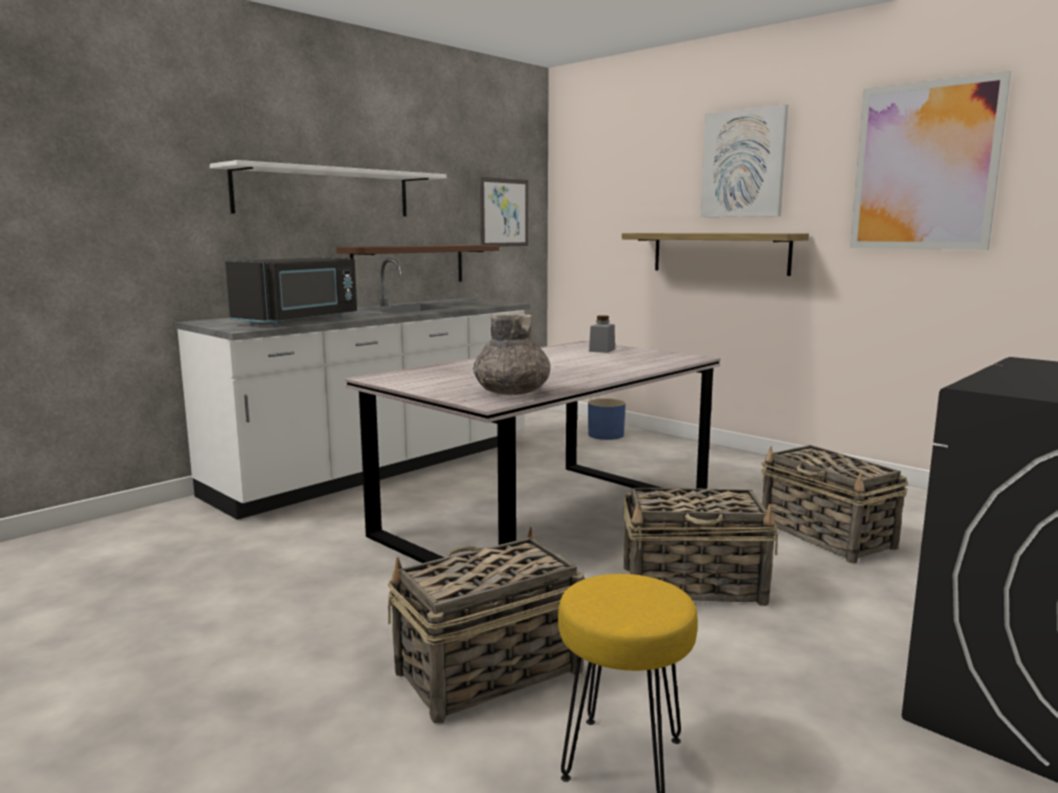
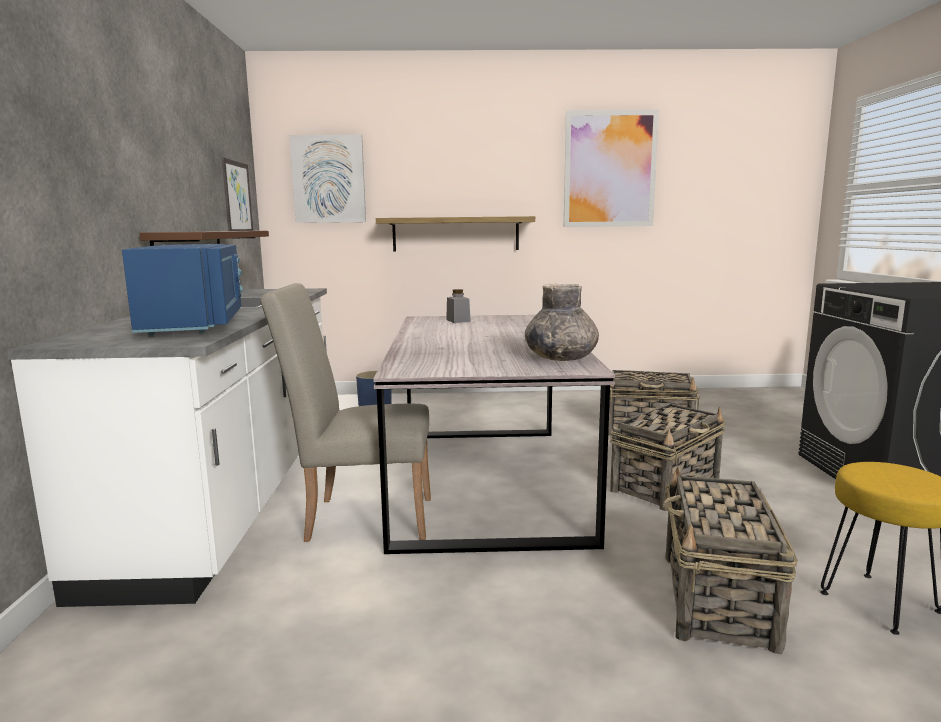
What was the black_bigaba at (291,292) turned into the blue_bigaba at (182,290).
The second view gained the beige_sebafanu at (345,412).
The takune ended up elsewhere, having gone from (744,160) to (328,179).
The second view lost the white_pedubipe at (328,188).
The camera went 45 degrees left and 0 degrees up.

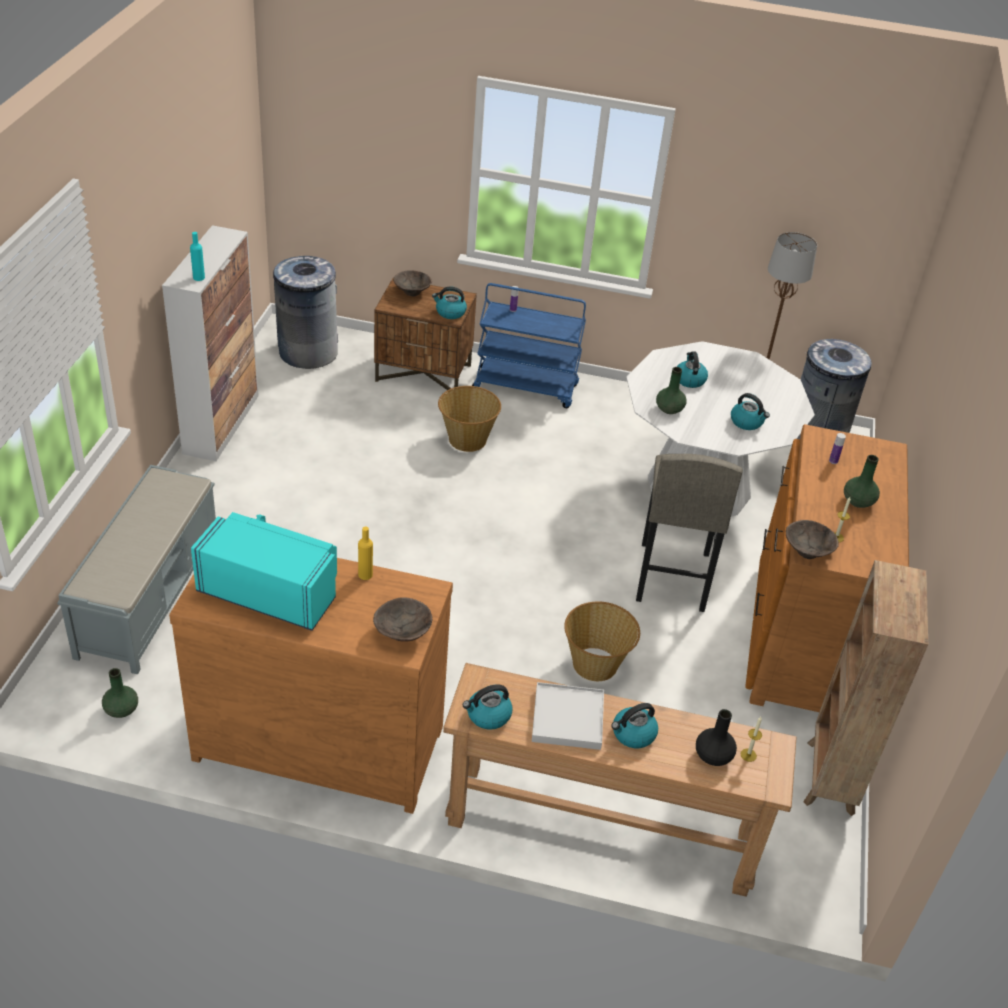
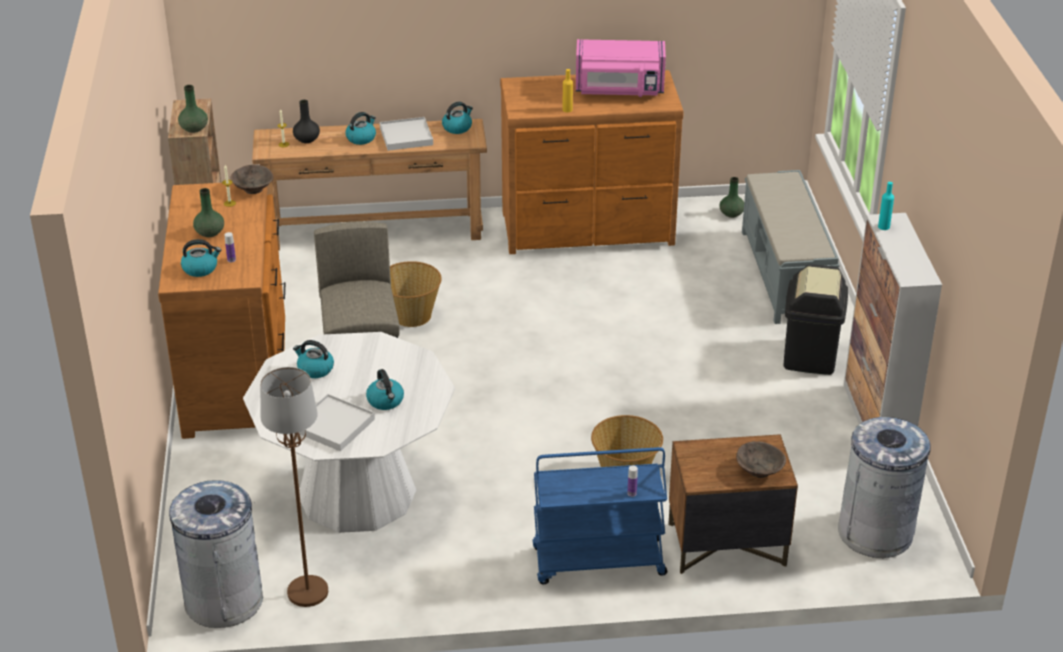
The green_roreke ended up elsewhere, having gone from (671,390) to (193,109).
The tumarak ended up elsewhere, having gone from (449,303) to (201,258).
The second view gained the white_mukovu at (337,422).
What was the turquoise_bigaba at (264,571) turned into the pink_bigaba at (621,68).
The second view gained the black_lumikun at (816,319).
The second view lost the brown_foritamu at (402,619).
The camera went 165 degrees right and 5 degrees down.

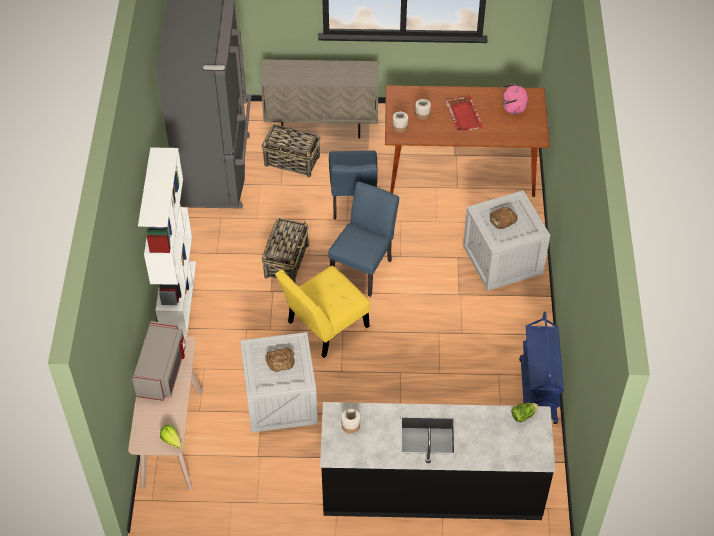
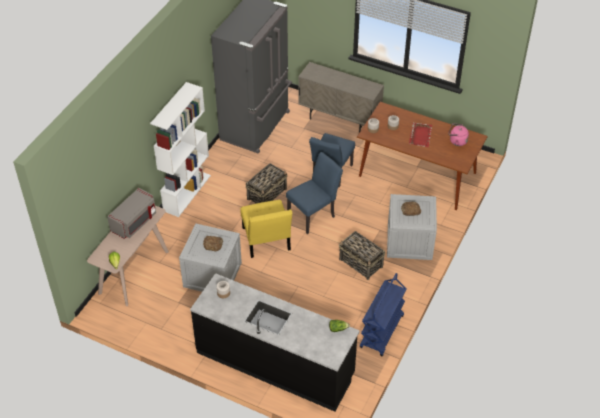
The yellow_sebafanu at (322,312) ended up facing another way, 90 degrees counterclockwise from before.
The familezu ended up elsewhere, having gone from (291,150) to (362,255).
The camera went 25 degrees right and 5 degrees down.

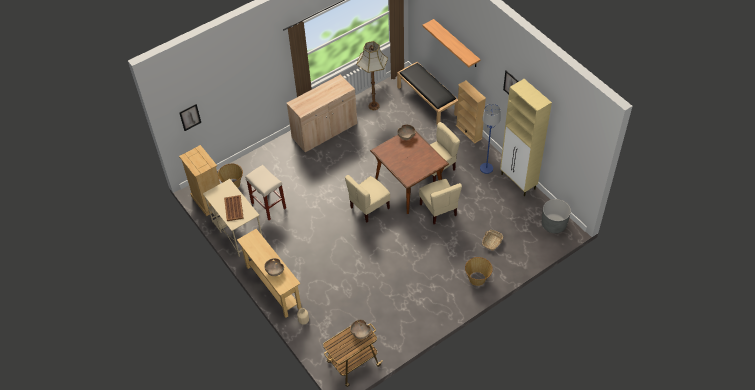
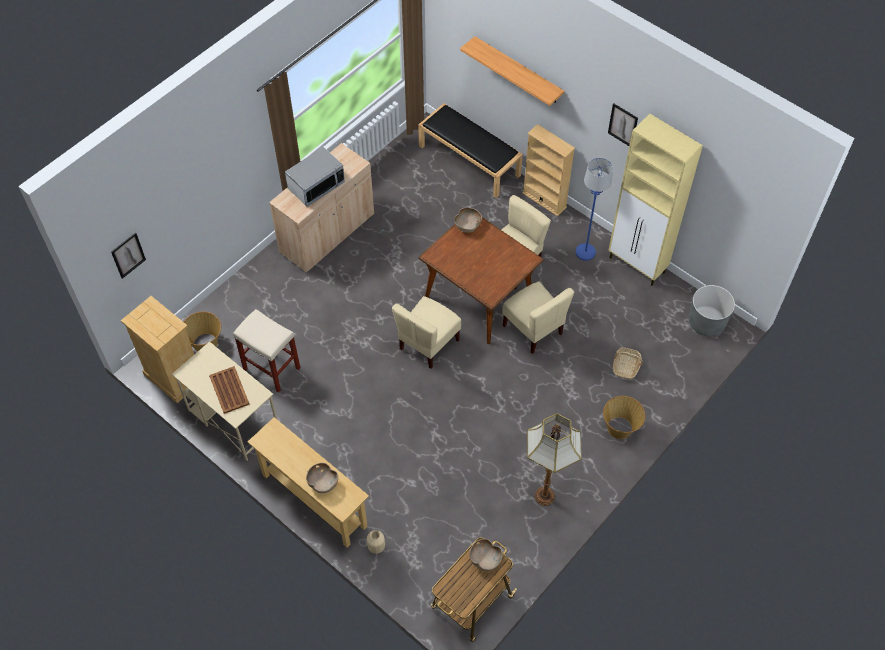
The second view gained the bigaba at (315,177).
The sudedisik ended up elsewhere, having gone from (372,75) to (554,459).
The camera went 15 degrees left and 5 degrees up.

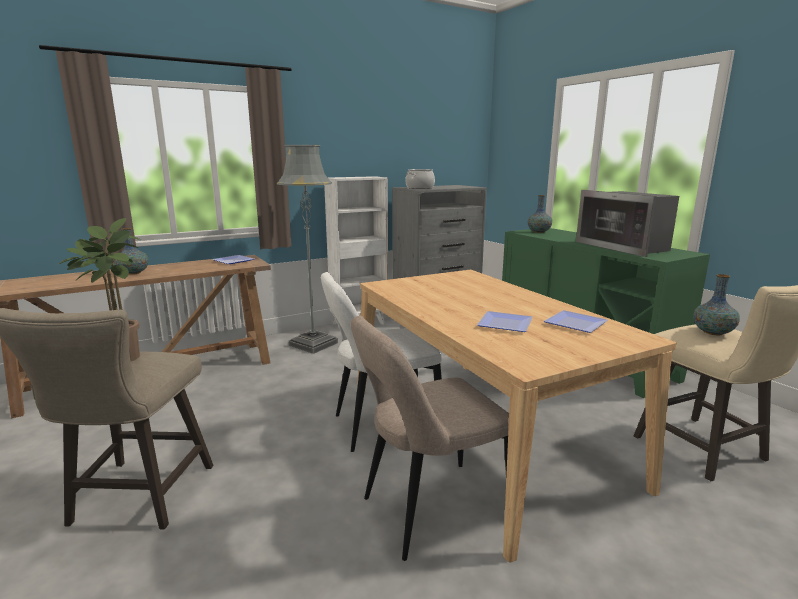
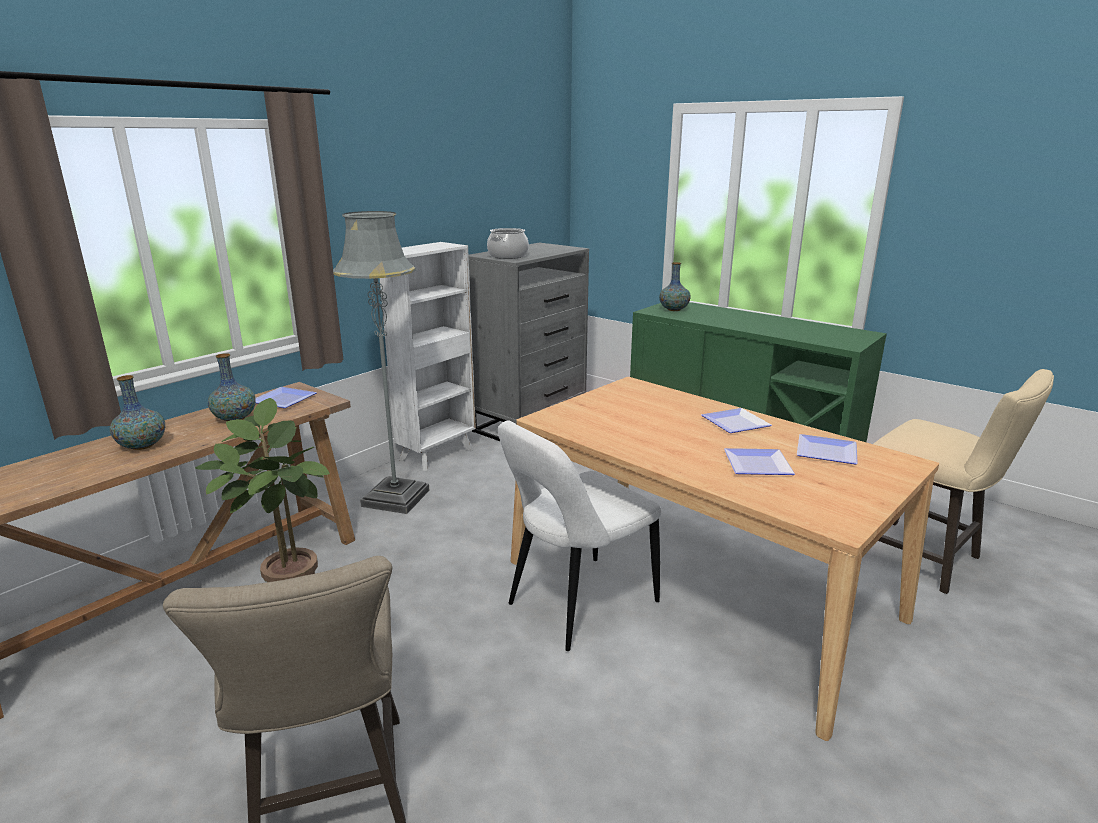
The roreke ended up elsewhere, having gone from (716,305) to (231,387).
The second view gained the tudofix at (736,420).
The second view lost the beige_sebafanu at (430,438).
The second view lost the bigaba at (627,223).
The camera went 20 degrees left and 5 degrees up.

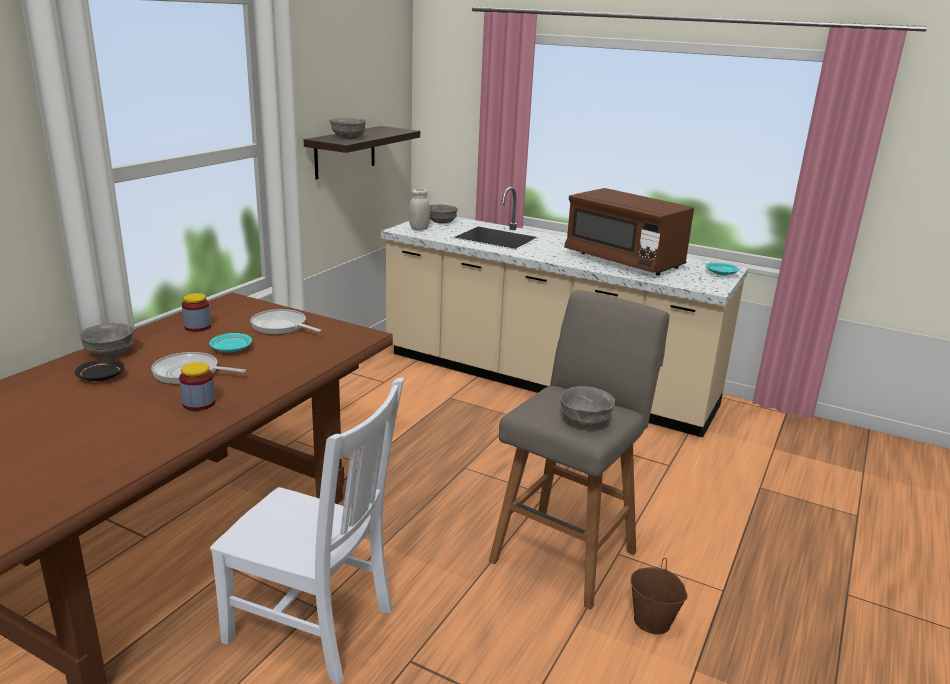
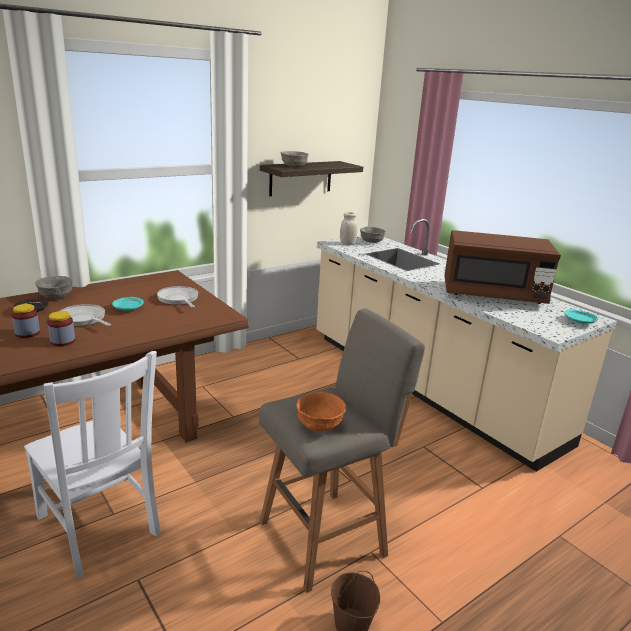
The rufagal ended up elsewhere, having gone from (196,312) to (26,321).
What was the grey_foritamu at (587,407) turned into the orange_foritamu at (321,412).
The brown_bigaba at (629,232) ended up facing another way, 60 degrees counterclockwise from before.
The camera went 25 degrees right and 0 degrees up.

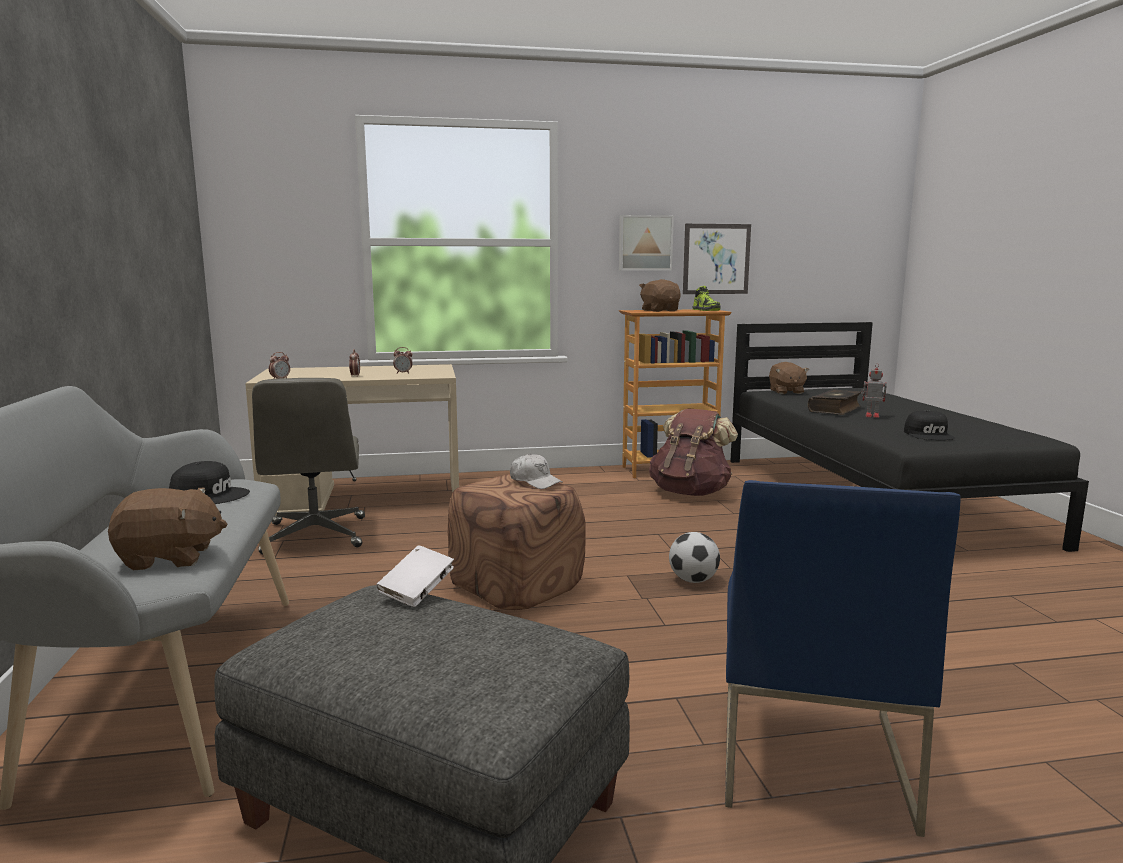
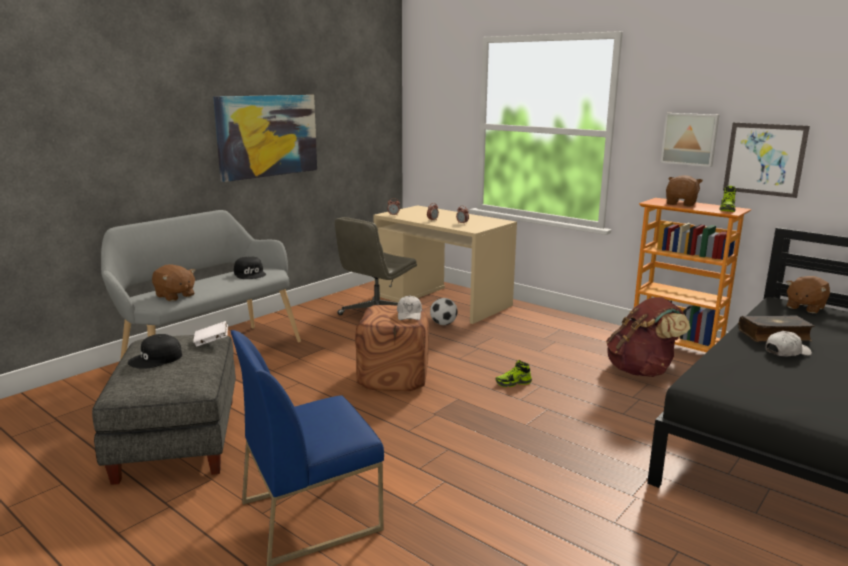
The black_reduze ended up elsewhere, having gone from (929,425) to (155,351).
The second view gained the takune at (265,138).
The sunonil ended up elsewhere, having gone from (694,557) to (444,311).
The second view gained the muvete at (514,373).
Where the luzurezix stood at (874,390), the white_reduze came to stand at (789,343).
The camera went 50 degrees right and 5 degrees up.

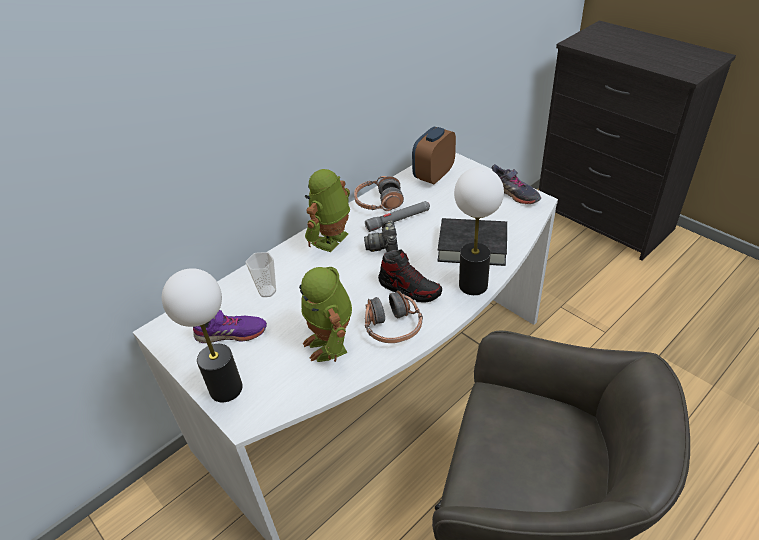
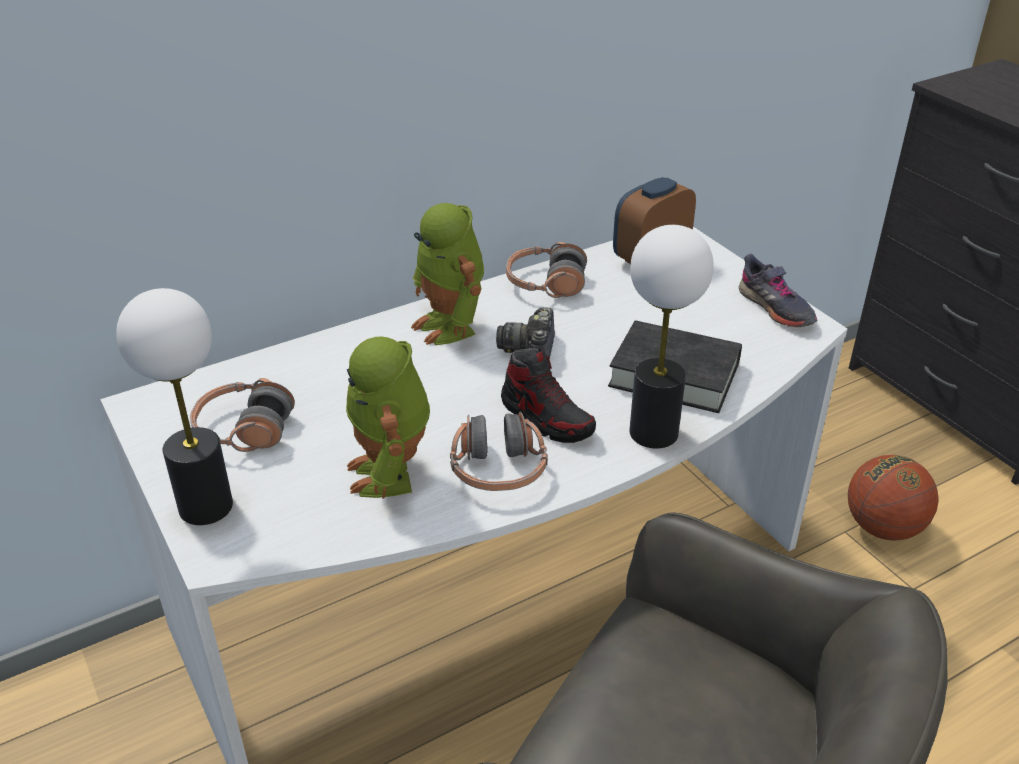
Where the purple_muvete stood at (230,326), the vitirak came to stand at (242,415).
The luzurezix at (327,210) ended up facing another way, 75 degrees counterclockwise from before.
The second view gained the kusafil at (893,498).
The second view lost the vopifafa at (260,274).
The second view lost the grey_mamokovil at (397,216).
The camera went 10 degrees right and 5 degrees down.

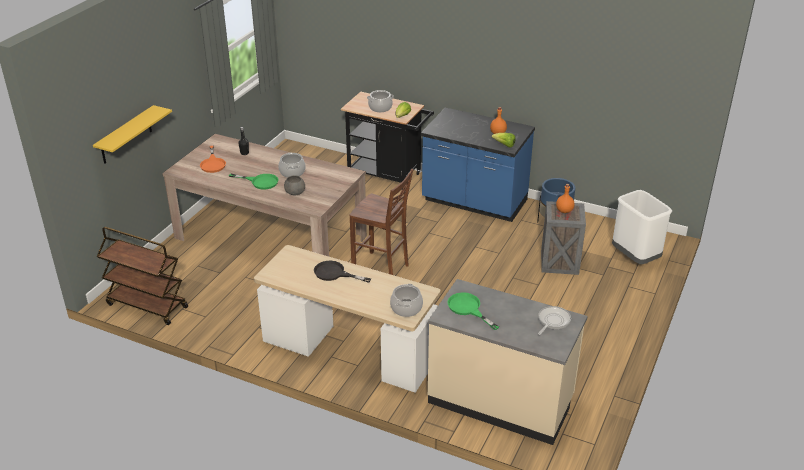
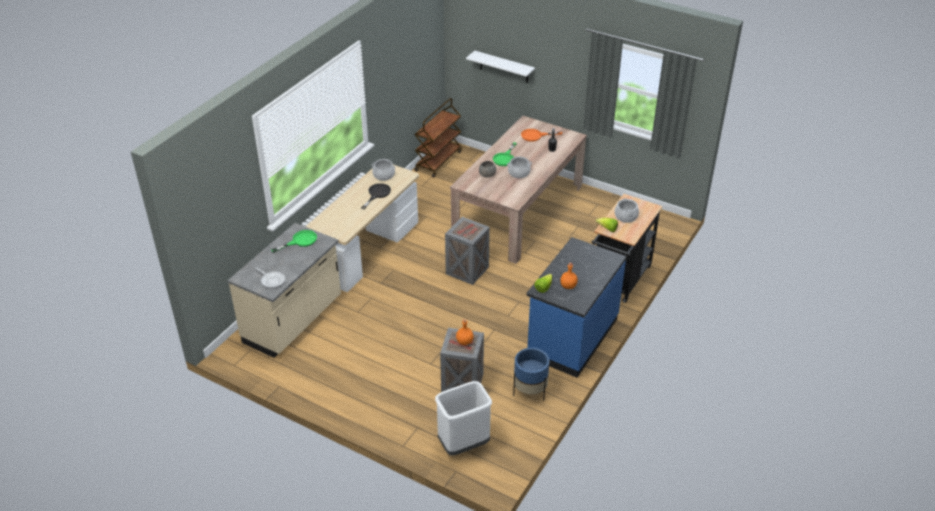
The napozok ended up elsewhere, having gone from (406,300) to (383,170).
Where the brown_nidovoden stood at (381,222), the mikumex came to stand at (467,251).
What was the yellow_pedubipe at (132,134) turned into the white_pedubipe at (500,67).
The camera went 95 degrees right and 5 degrees up.

